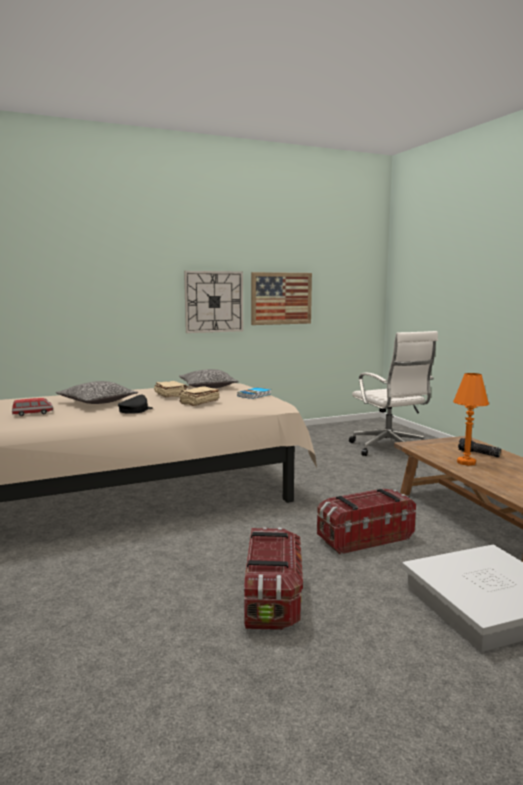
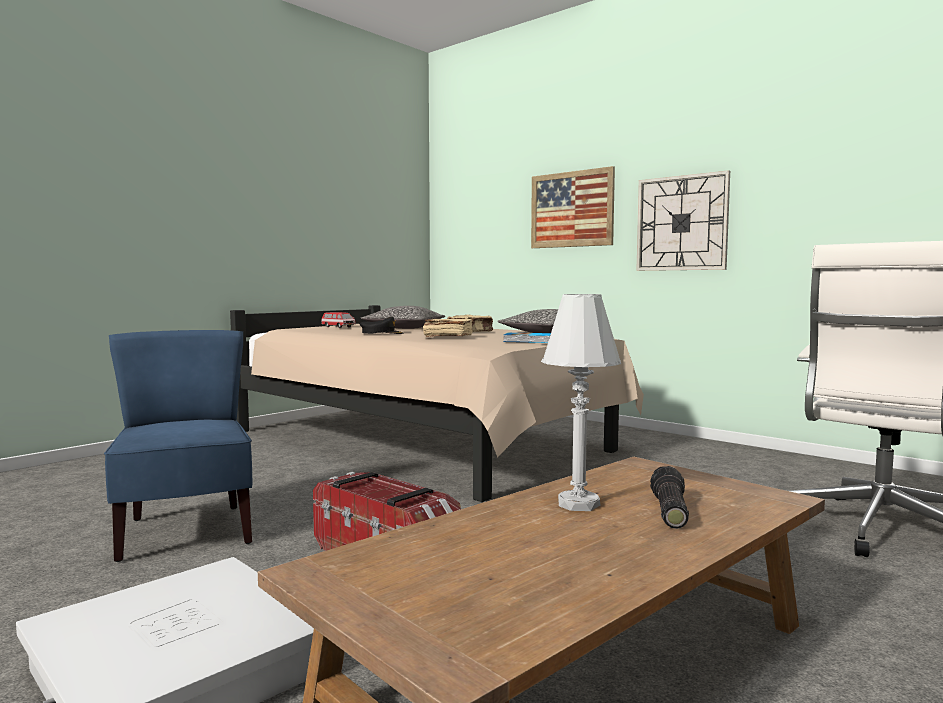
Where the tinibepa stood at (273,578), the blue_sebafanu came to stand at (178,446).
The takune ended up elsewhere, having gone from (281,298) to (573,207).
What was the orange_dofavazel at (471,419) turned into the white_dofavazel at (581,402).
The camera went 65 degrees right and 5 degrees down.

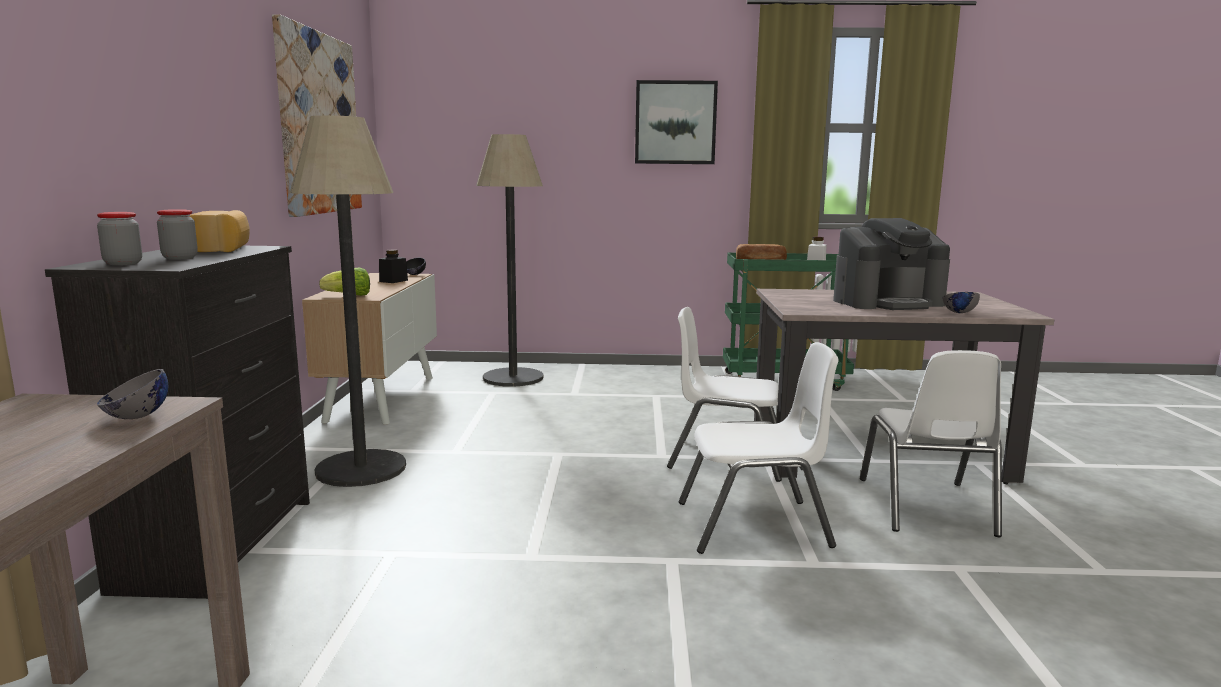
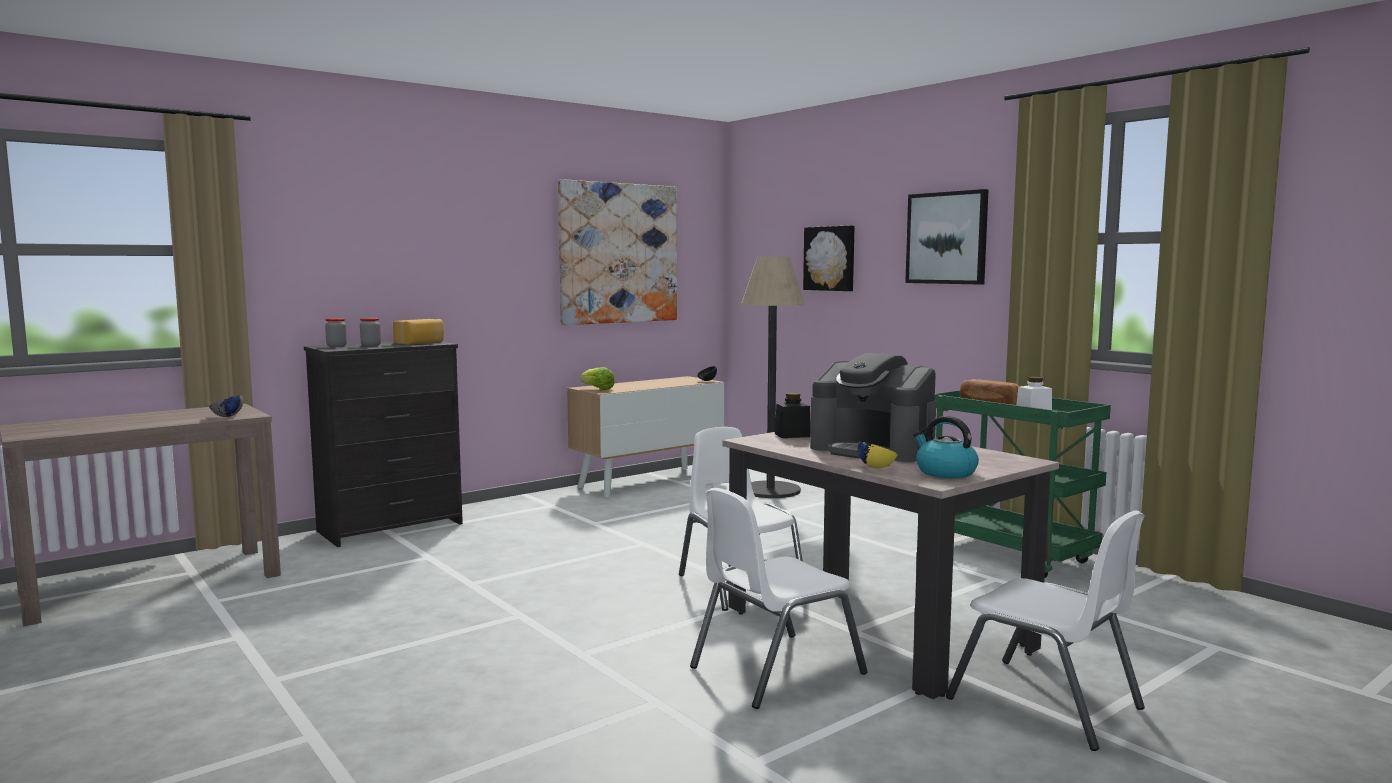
The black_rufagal ended up elsewhere, having gone from (393,266) to (793,415).
The second view gained the takune at (829,258).
What was the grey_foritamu at (961,302) turned into the yellow_foritamu at (878,455).
The second view gained the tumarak at (946,447).
The white_sebafanu ended up elsewhere, having gone from (759,448) to (1045,630).
The second view lost the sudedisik at (348,301).
The camera went 50 degrees right and 5 degrees down.

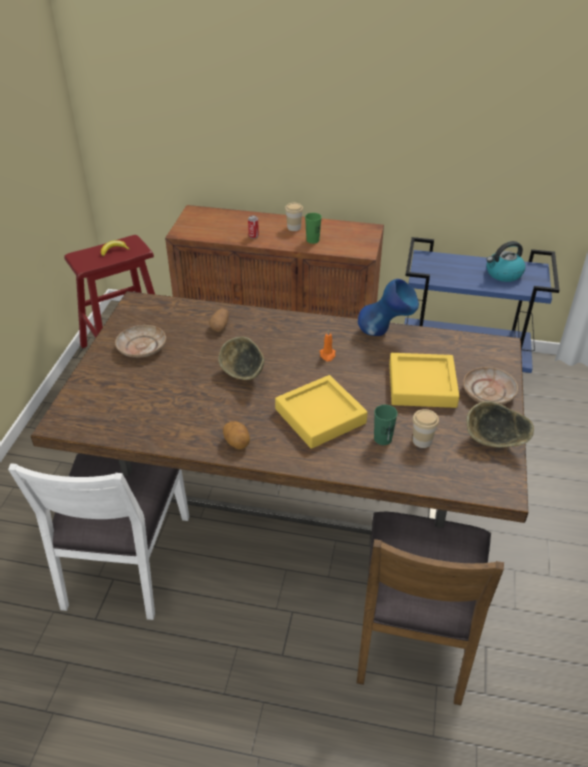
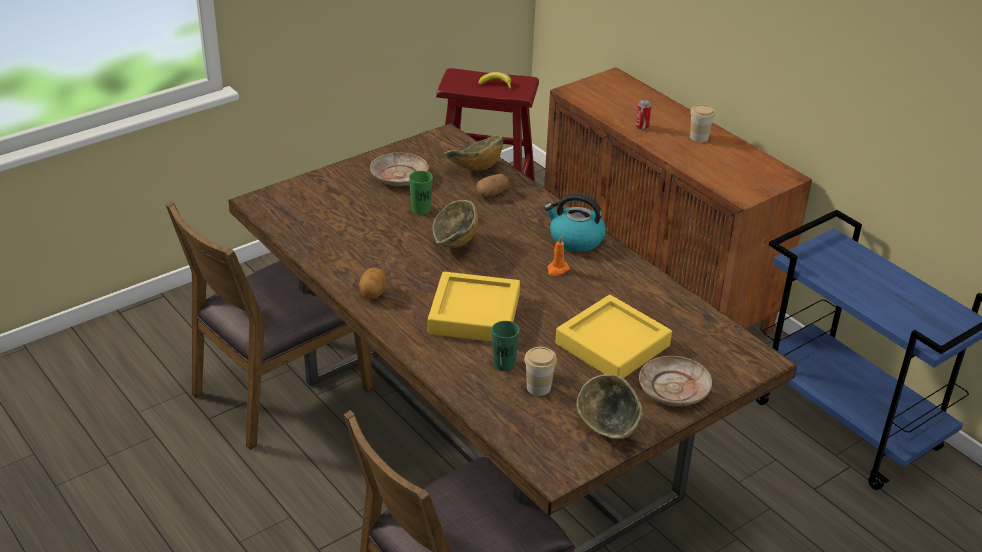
What was the white_sebafanu at (99,536) turned into the brown_sebafanu at (269,325).
The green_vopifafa ended up elsewhere, having gone from (313,228) to (421,192).
The second view gained the foritamu at (473,153).
The tumarak ended up elsewhere, having gone from (505,261) to (575,222).
The second view lost the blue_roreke at (388,307).
The camera went 40 degrees right and 5 degrees down.

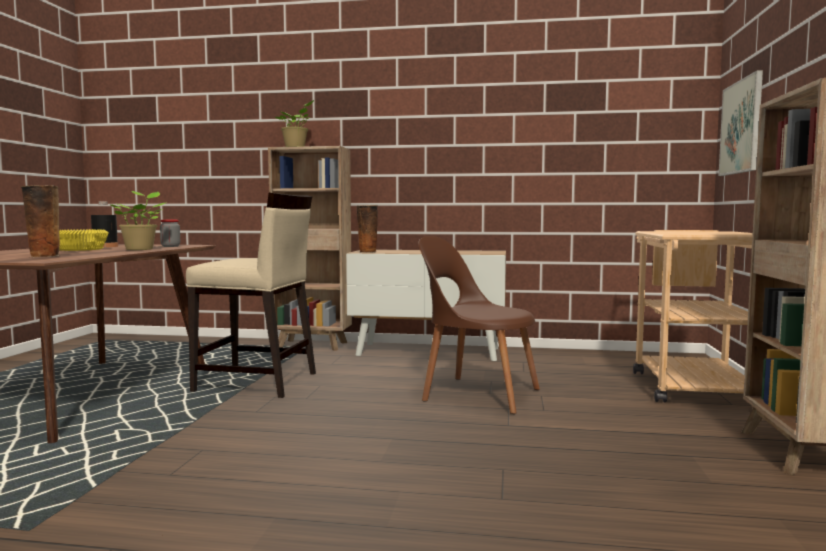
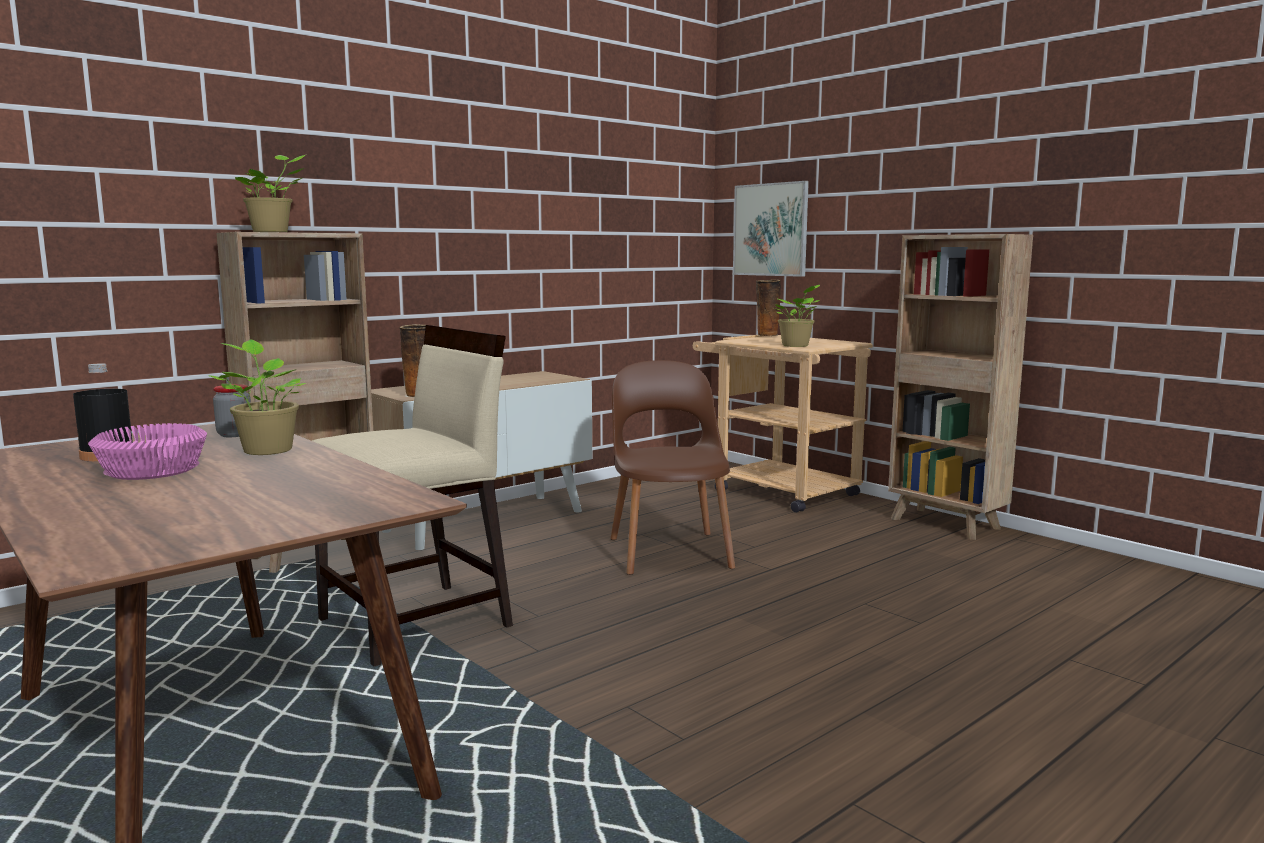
What was the yellow_foritamu at (84,240) turned into the pink_foritamu at (147,451).
The brown_sebafanu at (479,325) ended up facing another way, 105 degrees clockwise from before.
The roreke ended up elsewhere, having gone from (40,221) to (768,308).
The second view gained the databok at (797,316).
The camera went 50 degrees left and 5 degrees up.

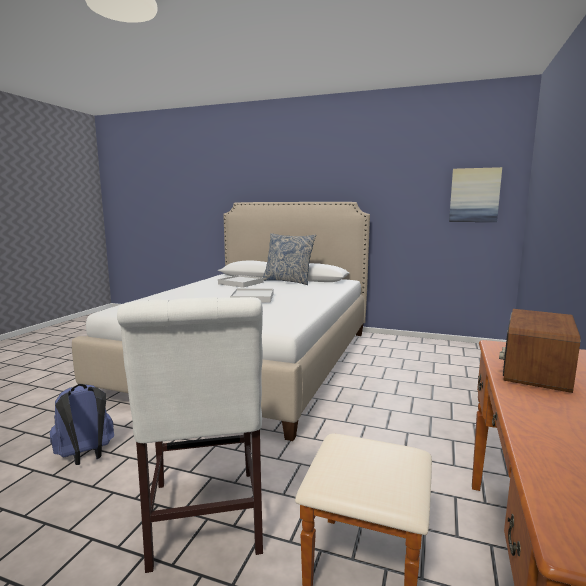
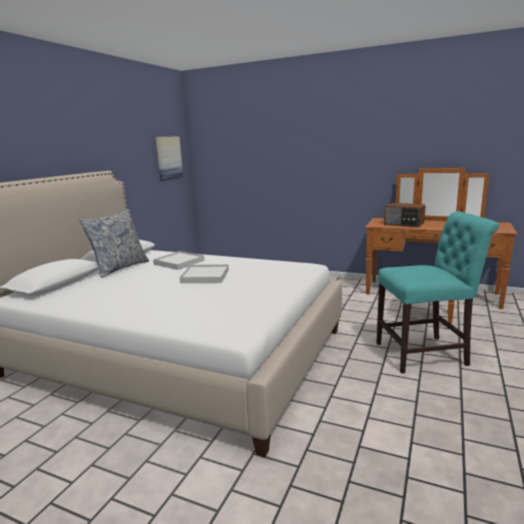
The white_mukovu ended up elsewhere, having gone from (241,281) to (179,260).
What was the white_sebafanu at (190,435) turned into the turquoise_sebafanu at (437,292).
The second view lost the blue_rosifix at (82,424).
The camera went 85 degrees left and 5 degrees up.

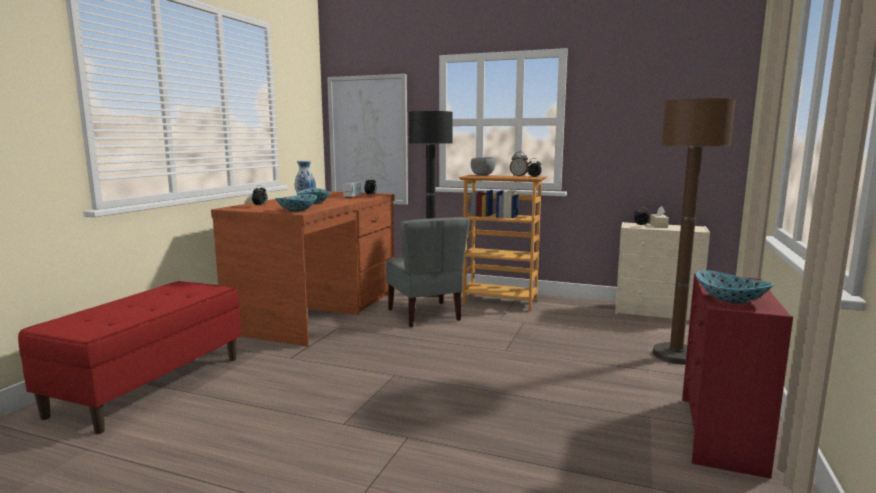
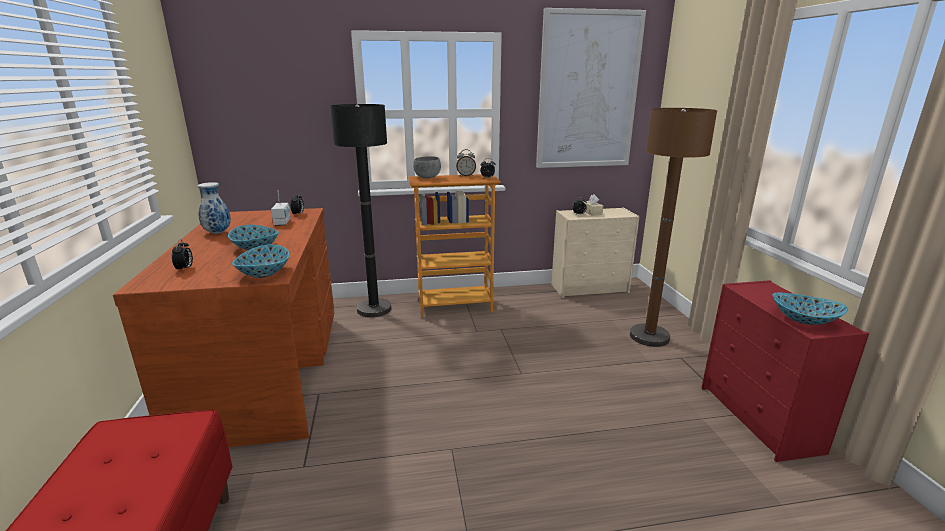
The takune ended up elsewhere, having gone from (367,139) to (591,88).
The second view lost the grey_sebafanu at (428,272).
The camera went 30 degrees left and 10 degrees up.

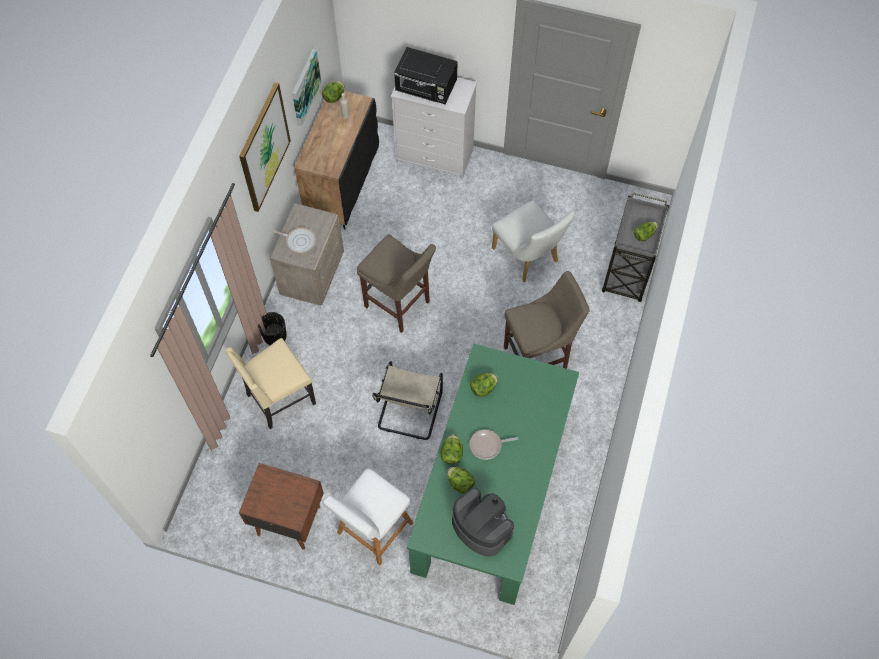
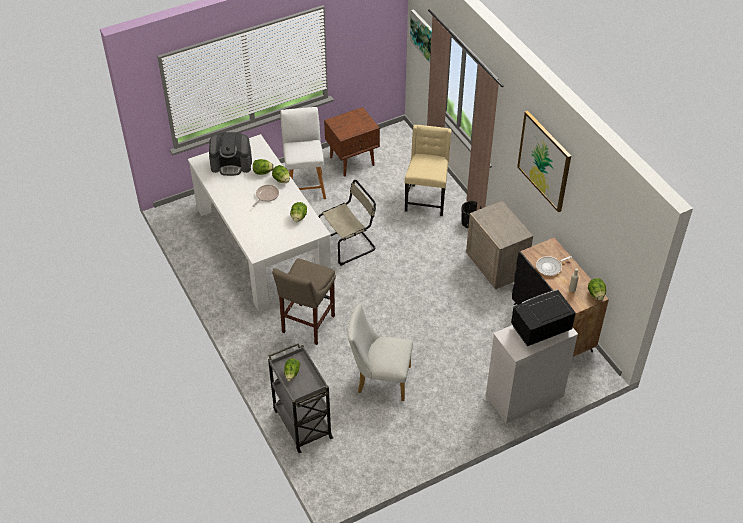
What was the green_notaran at (493,474) turned into the white_notaran at (259,223).
The beige_sebafanu at (407,400) ended up facing another way, 90 degrees clockwise from before.
The takune ended up elsewhere, having gone from (306,87) to (421,36).
The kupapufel ended up elsewhere, having gone from (294,240) to (554,266).
The second view lost the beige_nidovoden at (396,283).
The camera went 135 degrees right and 15 degrees down.

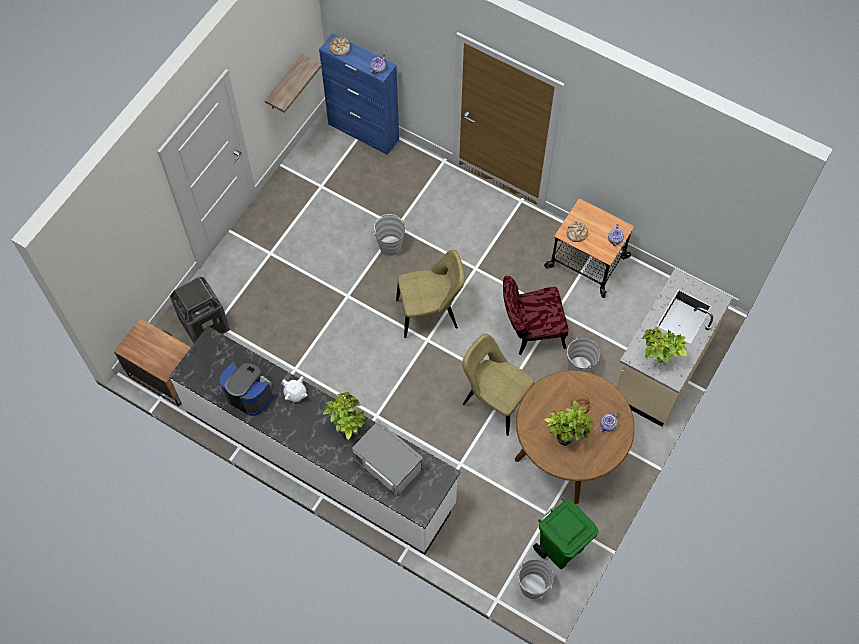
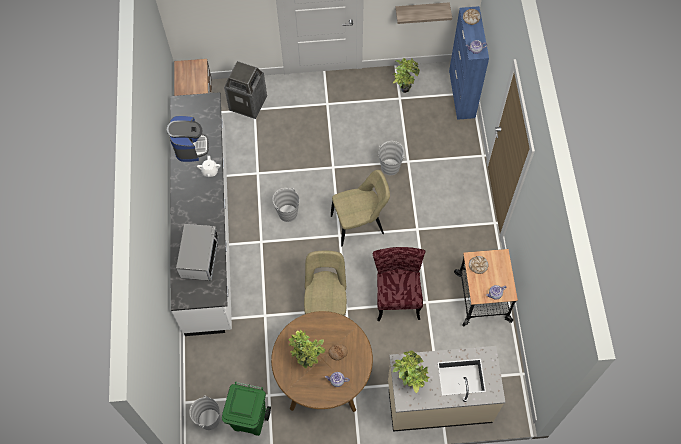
The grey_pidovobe ended up elsewhere, having gone from (583,355) to (286,205).
The beige_sebafanu at (430,294) ended up facing another way, 60 degrees counterclockwise from before.
The red_sebafanu at (535,315) ended up facing another way, 45 degrees clockwise from before.
The databok ended up elsewhere, having gone from (344,416) to (406,75).
The camera went 55 degrees right and 0 degrees up.

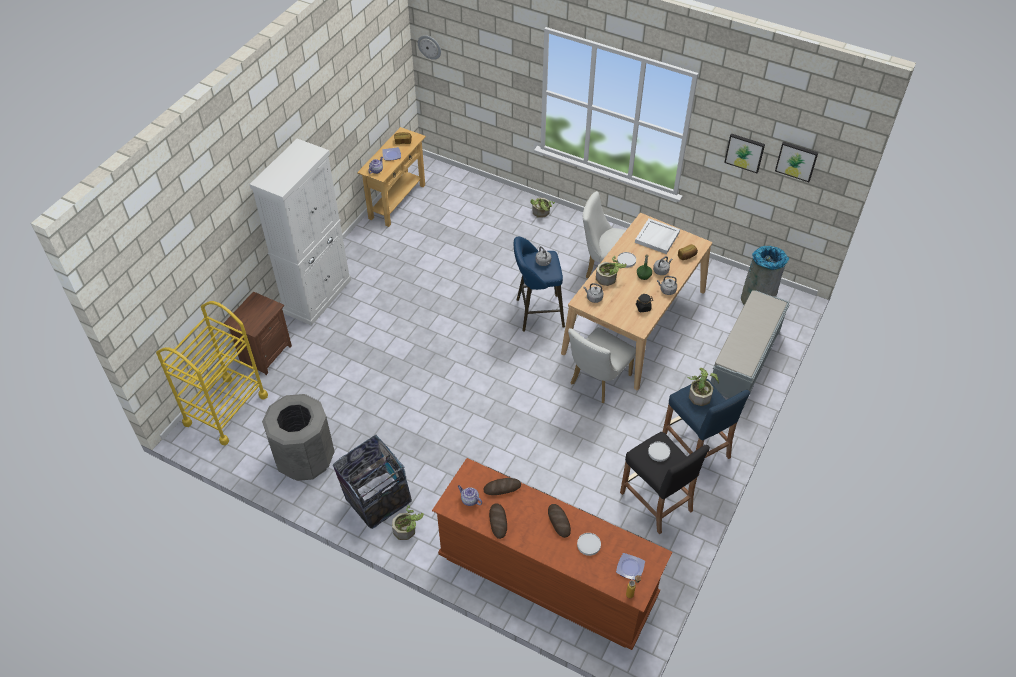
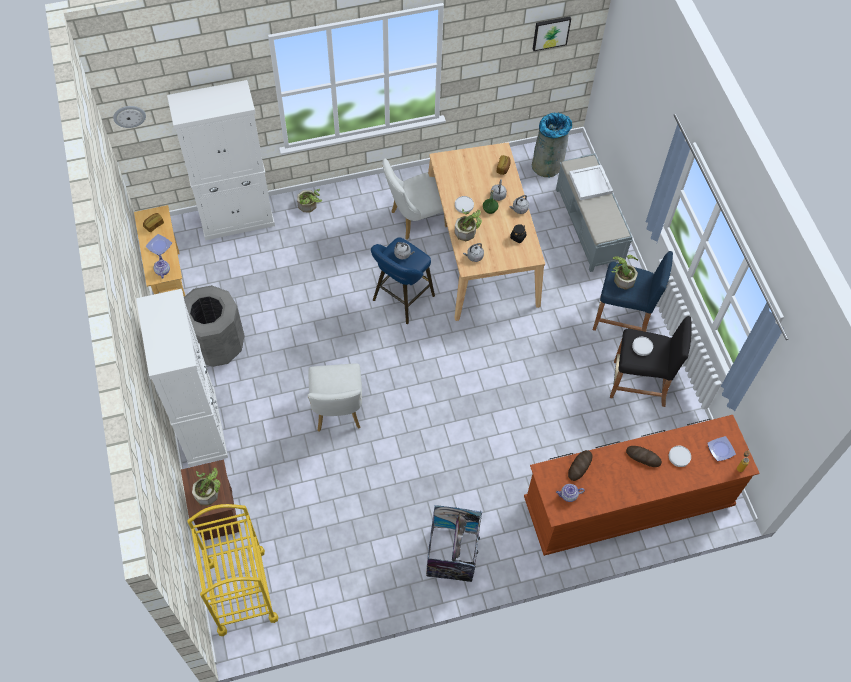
The second view gained the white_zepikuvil at (221,160).
The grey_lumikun ended up elsewhere, having gone from (298,437) to (214,326).
The databok ended up elsewhere, having gone from (408,522) to (206,486).
The white_sebafanu ended up elsewhere, having gone from (602,365) to (334,397).
The white_mukovu ended up elsewhere, having gone from (657,236) to (591,182).
The second view lost the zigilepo at (498,521).
The second view lost the takune at (744,153).
The camera went 45 degrees left and 10 degrees up.

